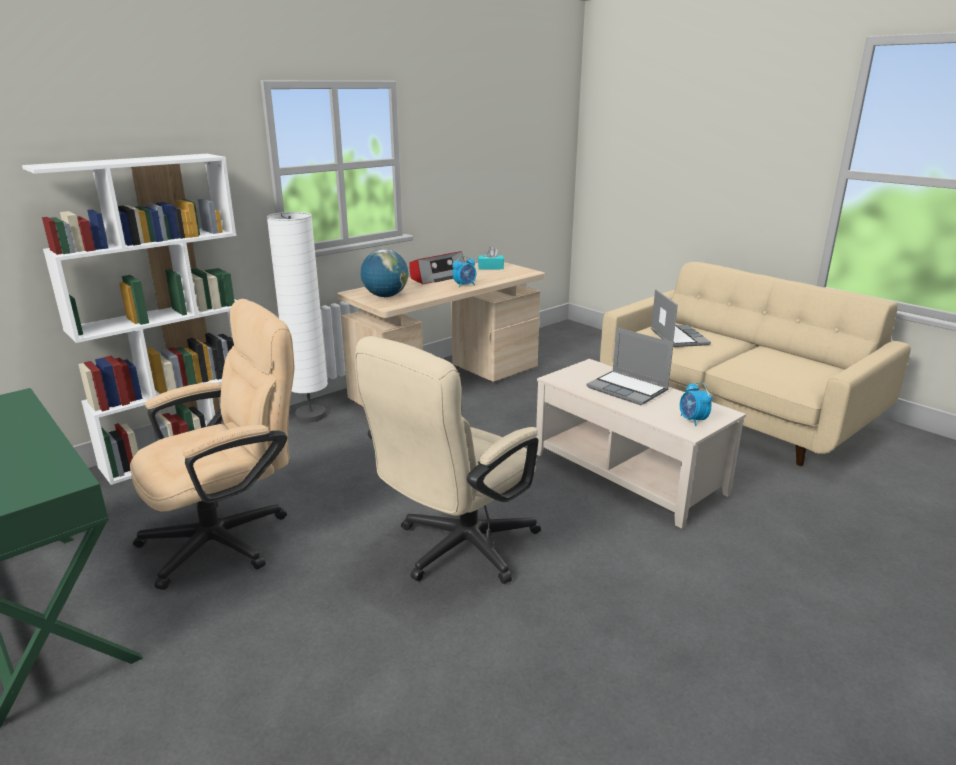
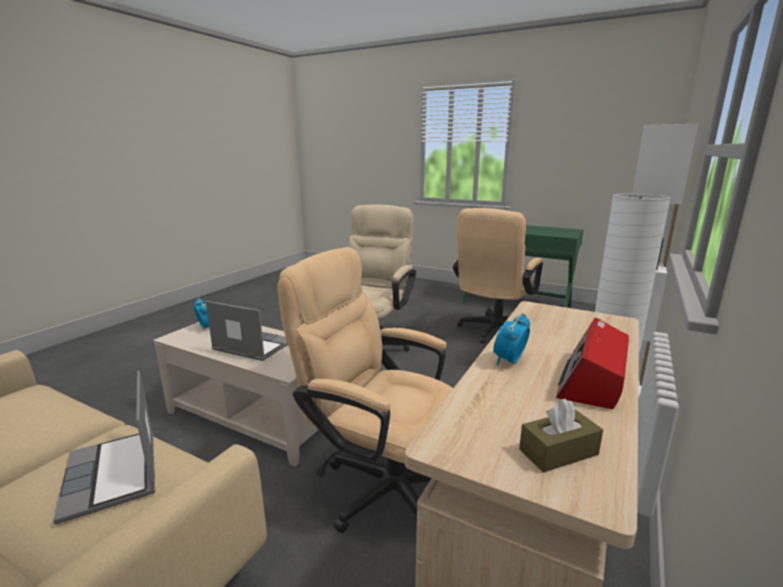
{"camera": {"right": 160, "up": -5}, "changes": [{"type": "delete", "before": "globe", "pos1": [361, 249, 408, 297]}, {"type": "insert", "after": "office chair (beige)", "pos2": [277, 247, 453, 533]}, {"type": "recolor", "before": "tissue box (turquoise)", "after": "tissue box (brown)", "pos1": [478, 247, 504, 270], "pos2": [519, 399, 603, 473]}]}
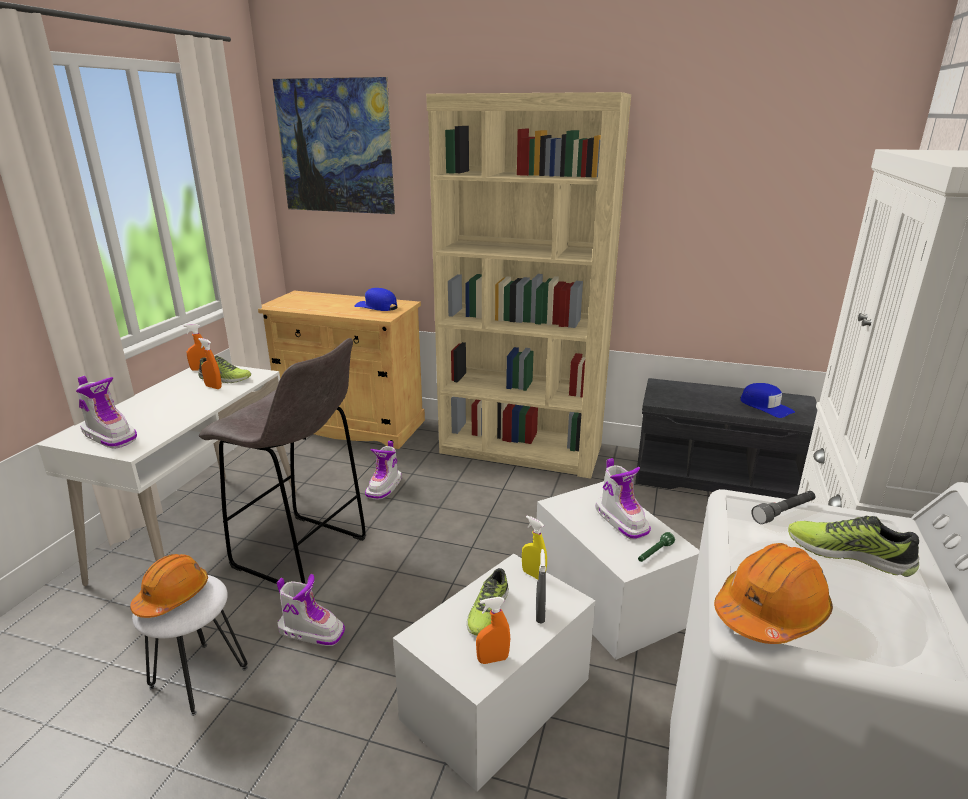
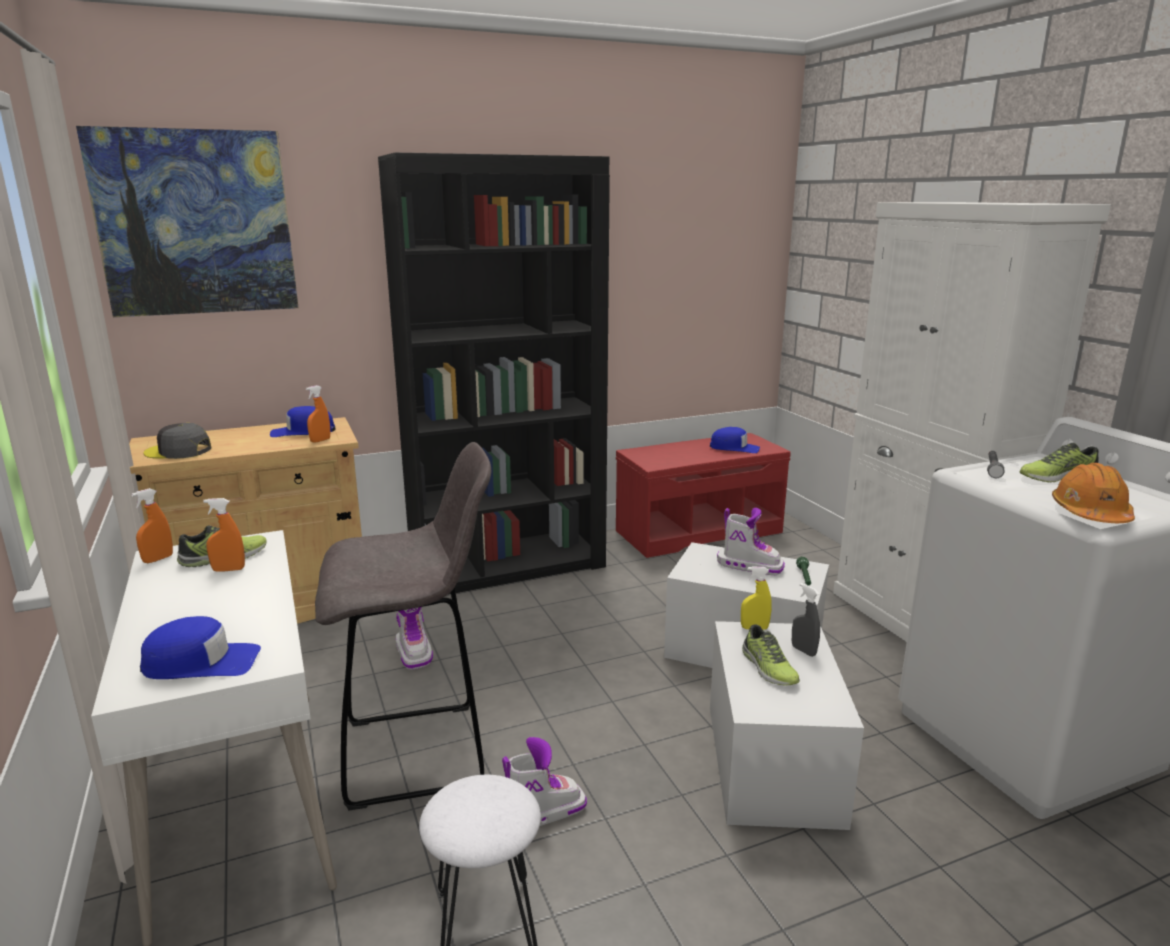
{"camera": {"right": -40, "up": -5}, "changes": [{"type": "delete", "before": "hard hat (orange)", "pos1": [130, 554, 208, 618]}, {"type": "insert", "after": "cap (grey)", "pos2": [143, 423, 212, 459]}, {"type": "move", "before": "spray bottle (orange)", "pos1": [476, 597, 510, 664], "pos2": [306, 385, 330, 443]}, {"type": "replace", "before": "boot", "after": "cap (blue)", "pos1": [76, 376, 137, 449], "pos2": [140, 616, 261, 679]}, {"type": "recolor", "before": "bookcase (beige)", "after": "bookcase (black)", "pos1": [426, 92, 631, 479], "pos2": [378, 153, 610, 595]}, {"type": "recolor", "before": "bench (grey)", "after": "bench (red)", "pos1": [635, 378, 817, 499], "pos2": [616, 433, 791, 558]}]}
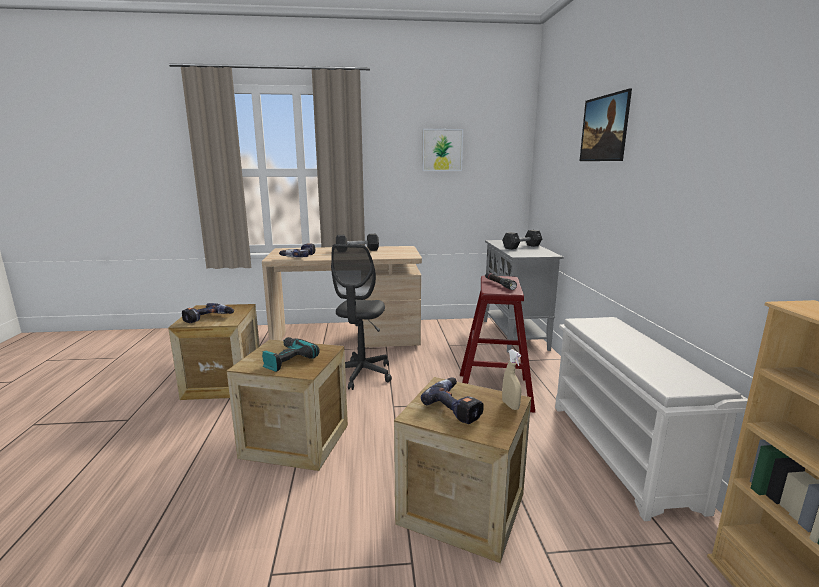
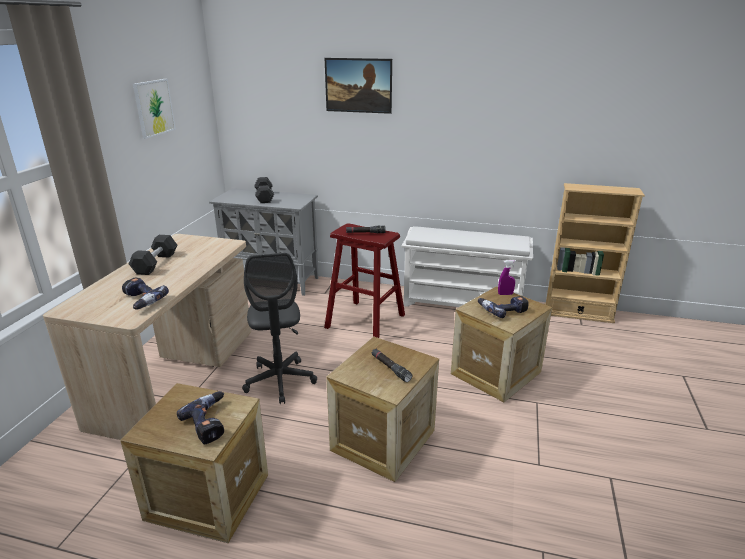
{"camera": {"right": -70, "up": 10}, "changes": [{"type": "replace", "before": "power drill", "after": "flashlight (black)", "pos1": [262, 337, 320, 372], "pos2": [372, 349, 412, 382]}, {"type": "recolor", "before": "spray bottle (beige)", "after": "spray bottle (purple)", "pos1": [502, 349, 521, 410], "pos2": [498, 260, 516, 295]}, {"type": "rotate", "before": "office chair (grey)", "pos1": [331, 244, 392, 390], "pos2": [242, 253, 317, 404], "turn": 45}]}
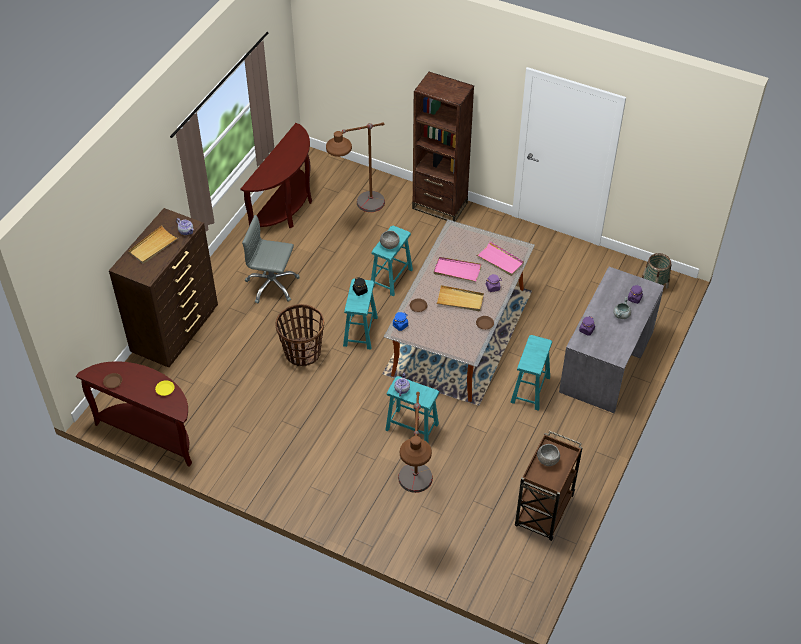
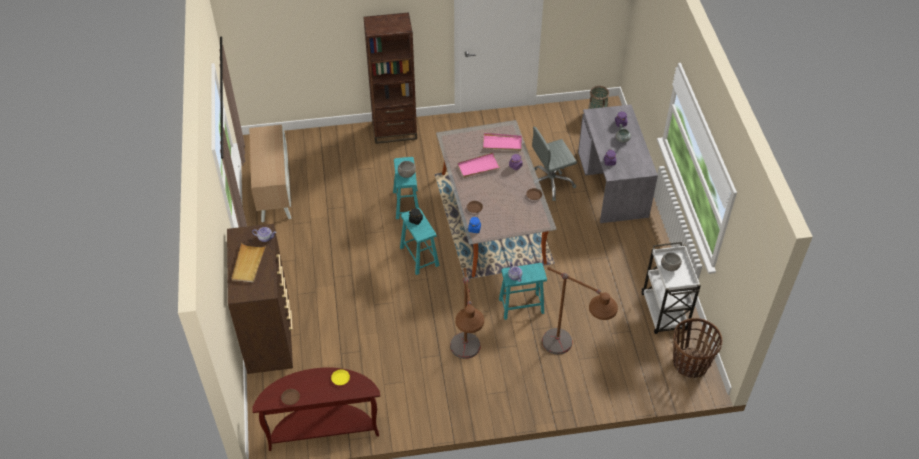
{"camera": {"right": -35, "up": 0}, "changes": [{"type": "delete", "before": "tray (beige)", "pos1": [436, 285, 484, 311]}, {"type": "delete", "before": "stool (turquoise)", "pos1": [510, 335, 552, 411]}, {"type": "move", "before": "office chair (grey)", "pos1": [242, 215, 300, 304], "pos2": [532, 127, 577, 201]}, {"type": "move", "before": "basket", "pos1": [275, 304, 324, 366], "pos2": [673, 318, 723, 378]}, {"type": "move", "before": "floor lamp (brown)", "pos1": [326, 122, 385, 212], "pos2": [450, 268, 484, 359]}, {"type": "replace", "before": "console table (brown)", "after": "cabinet", "pos1": [241, 123, 312, 229], "pos2": [249, 125, 292, 223]}, {"type": "recolor", "before": "cart (brown)", "after": "cart (white)", "pos1": [515, 431, 583, 541], "pos2": [641, 242, 701, 334]}]}
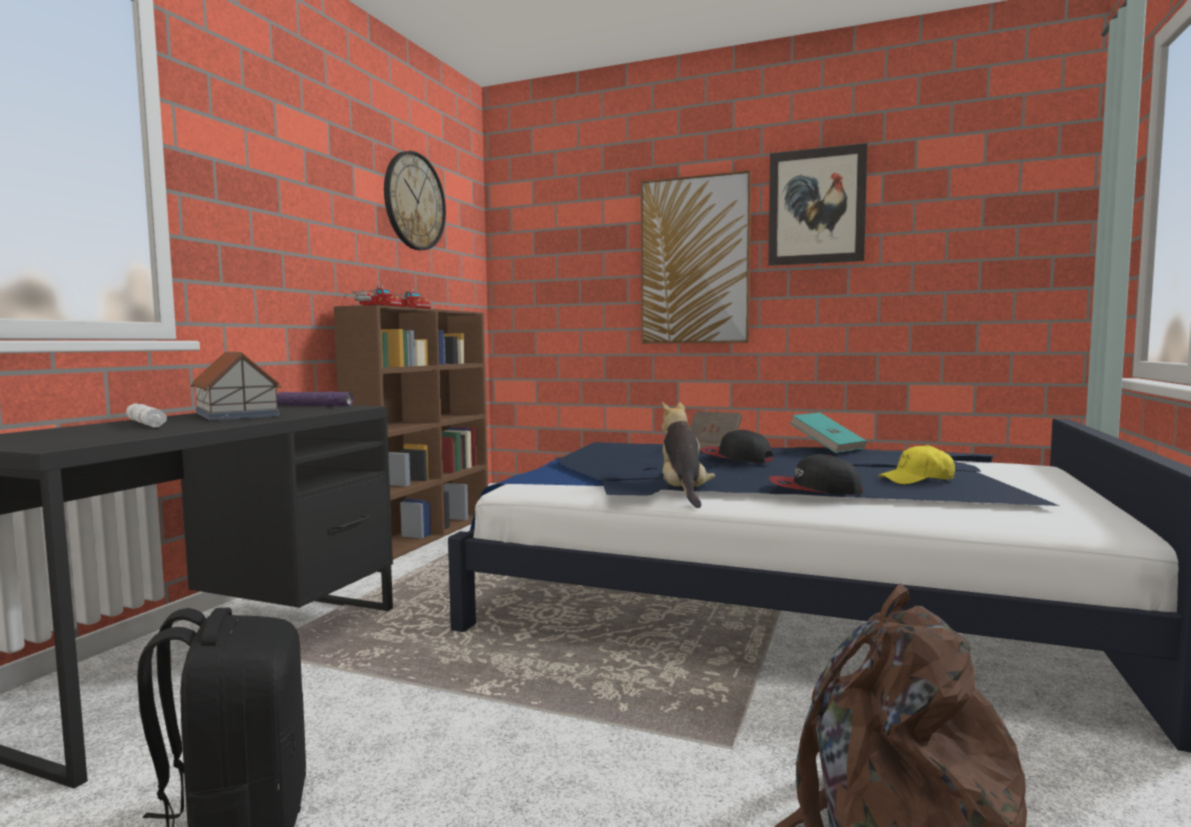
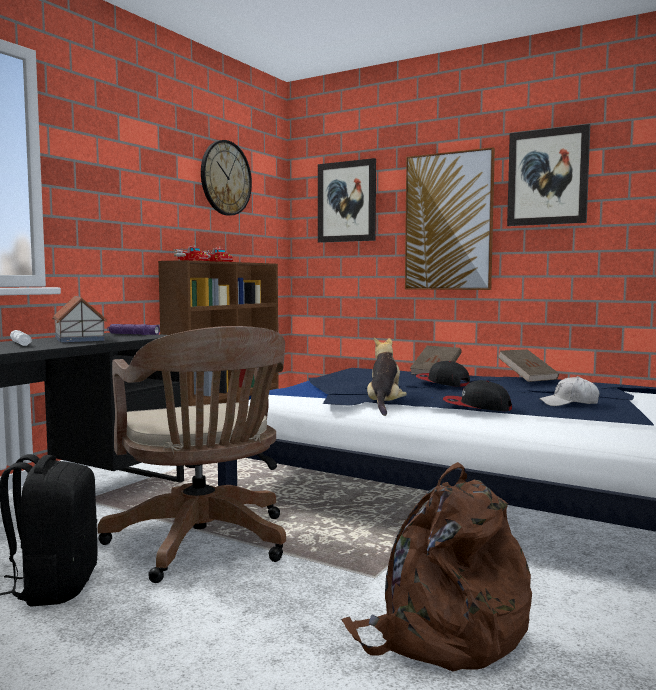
{"camera": {"right": 10, "up": 0}, "changes": [{"type": "insert", "after": "office chair (brown)", "pos2": [98, 326, 286, 583]}, {"type": "insert", "after": "picture", "pos2": [318, 158, 376, 243]}, {"type": "recolor", "before": "book (turquoise)", "after": "book (brown)", "pos1": [790, 413, 867, 453], "pos2": [498, 349, 559, 382]}, {"type": "recolor", "before": "cap (yellow)", "after": "cap (white)", "pos1": [878, 445, 955, 484], "pos2": [539, 376, 599, 406]}]}
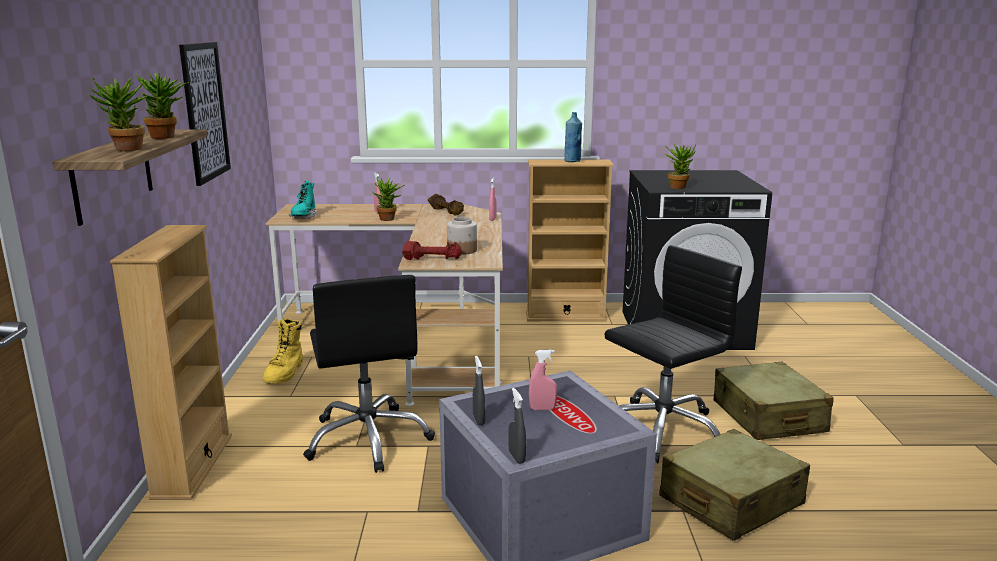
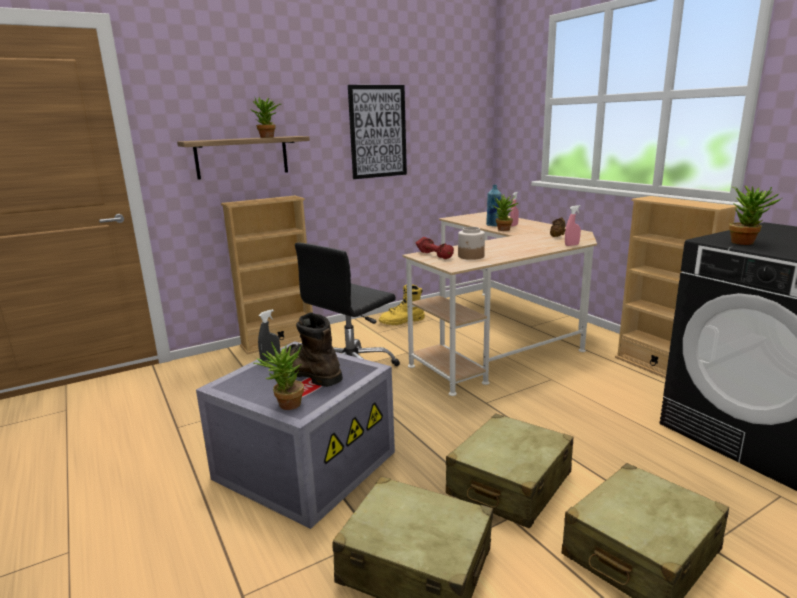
{"camera": {"right": 60, "up": 0}, "changes": [{"type": "delete", "before": "boot (turquoise)", "pos1": [289, 181, 317, 219]}, {"type": "delete", "before": "spray bottle (grey)", "pos1": [508, 388, 526, 464]}, {"type": "move", "before": "potted plant", "pos1": [88, 77, 147, 151], "pos2": [254, 342, 304, 410]}, {"type": "move", "before": "bottle (blue)", "pos1": [564, 112, 582, 162], "pos2": [486, 185, 501, 226]}, {"type": "replace", "before": "spray bottle (pink)", "after": "boot (brown)", "pos1": [529, 350, 557, 410], "pos2": [279, 312, 343, 387]}, {"type": "replace", "before": "office chair (black)", "after": "suitcase (beige)", "pos1": [605, 245, 742, 463], "pos2": [446, 414, 573, 528]}]}
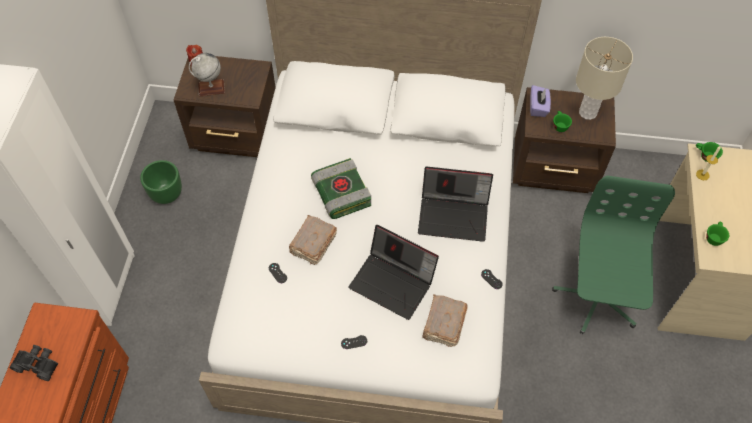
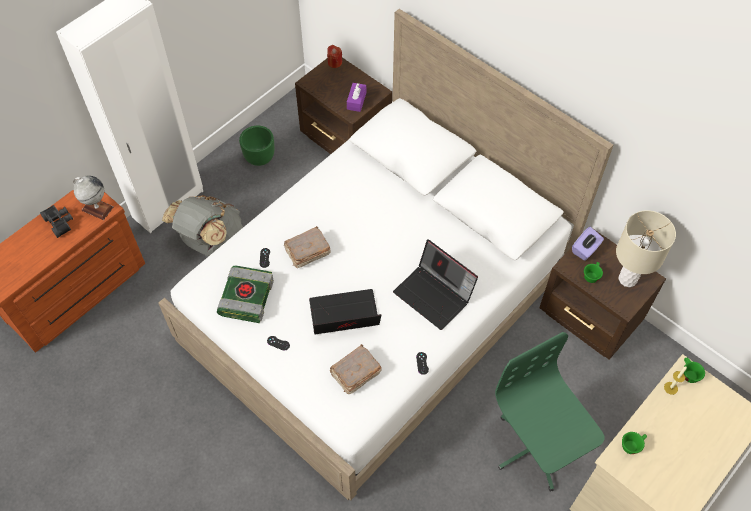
{"camera": {"right": 35, "up": 0}, "changes": [{"type": "insert", "after": "backpack (grey)", "pos2": [162, 195, 243, 256]}, {"type": "insert", "after": "tissue box (purple)", "pos2": [347, 83, 366, 112]}, {"type": "move", "before": "globe", "pos1": [189, 53, 225, 97], "pos2": [73, 176, 114, 220]}, {"type": "move", "before": "book", "pos1": [311, 158, 371, 219], "pos2": [217, 266, 274, 323]}, {"type": "rotate", "before": "laptop", "pos1": [348, 225, 439, 320], "pos2": [309, 289, 382, 334], "turn": 105}, {"type": "rotate", "before": "office chair (green)", "pos1": [552, 175, 675, 334], "pos2": [495, 332, 605, 492], "turn": -75}]}
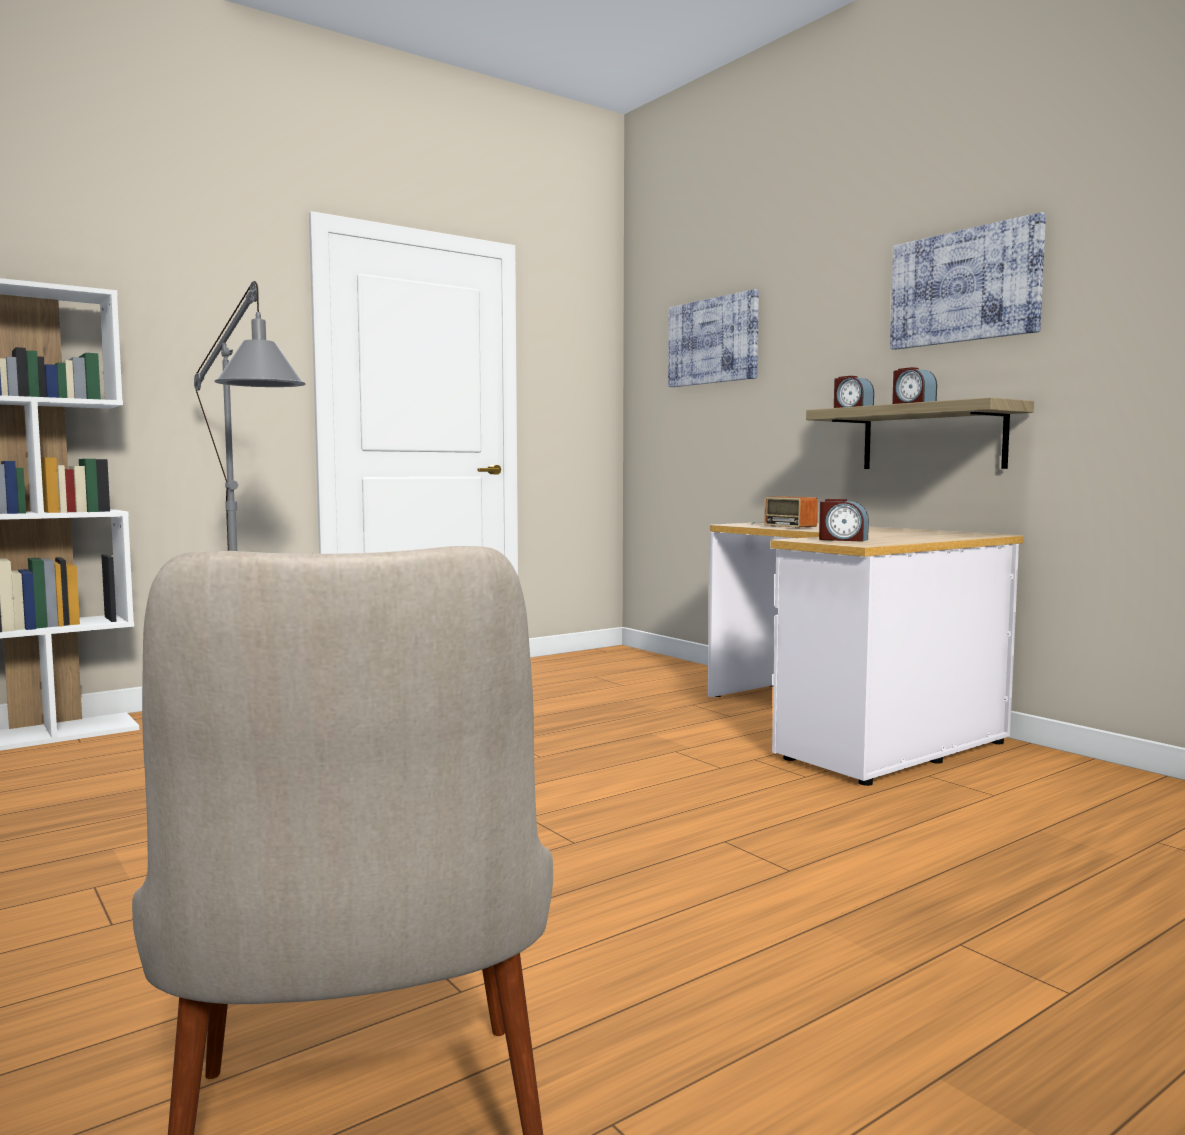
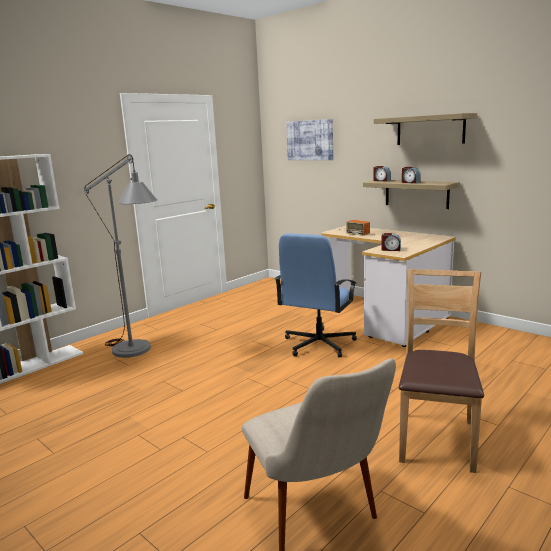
{"camera": {"right": -10, "up": 10}, "changes": [{"type": "insert", "after": "office chair (blue)", "pos2": [275, 233, 357, 357]}, {"type": "insert", "after": "chair (brown)", "pos2": [399, 269, 484, 473]}, {"type": "replace", "before": "picture", "after": "shelf", "pos1": [890, 212, 1046, 350], "pos2": [374, 113, 477, 145]}]}
